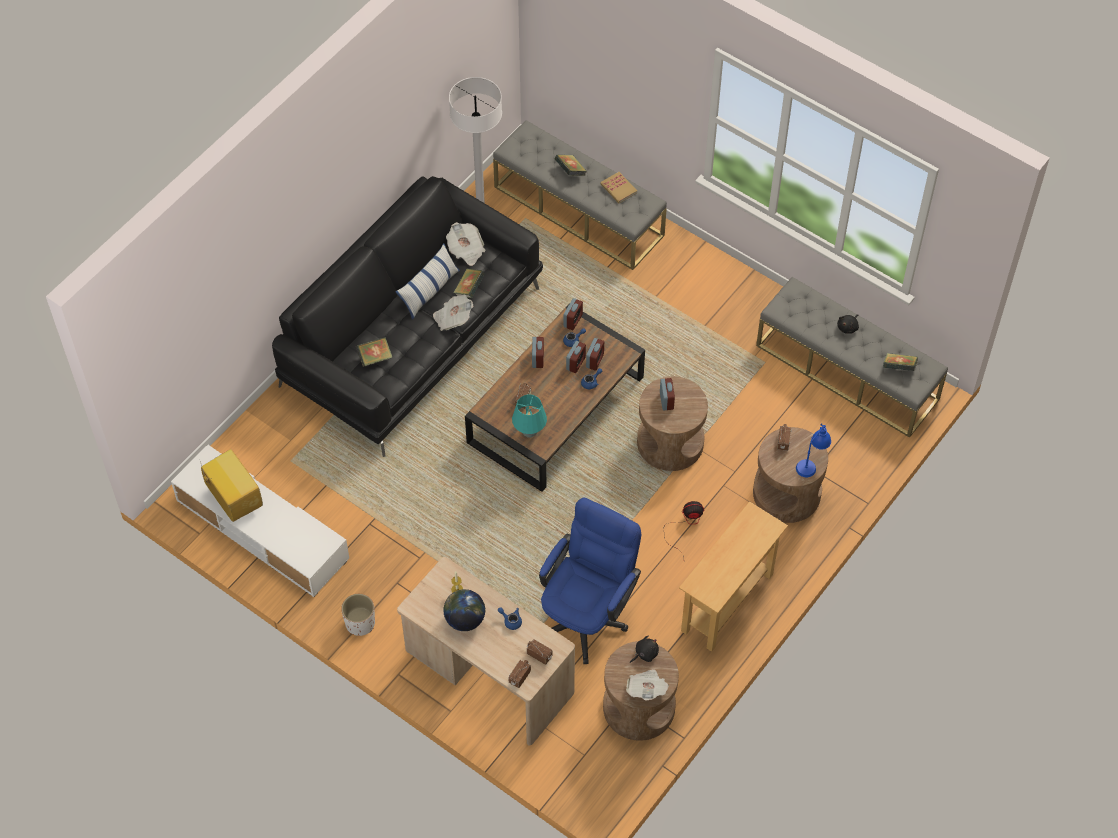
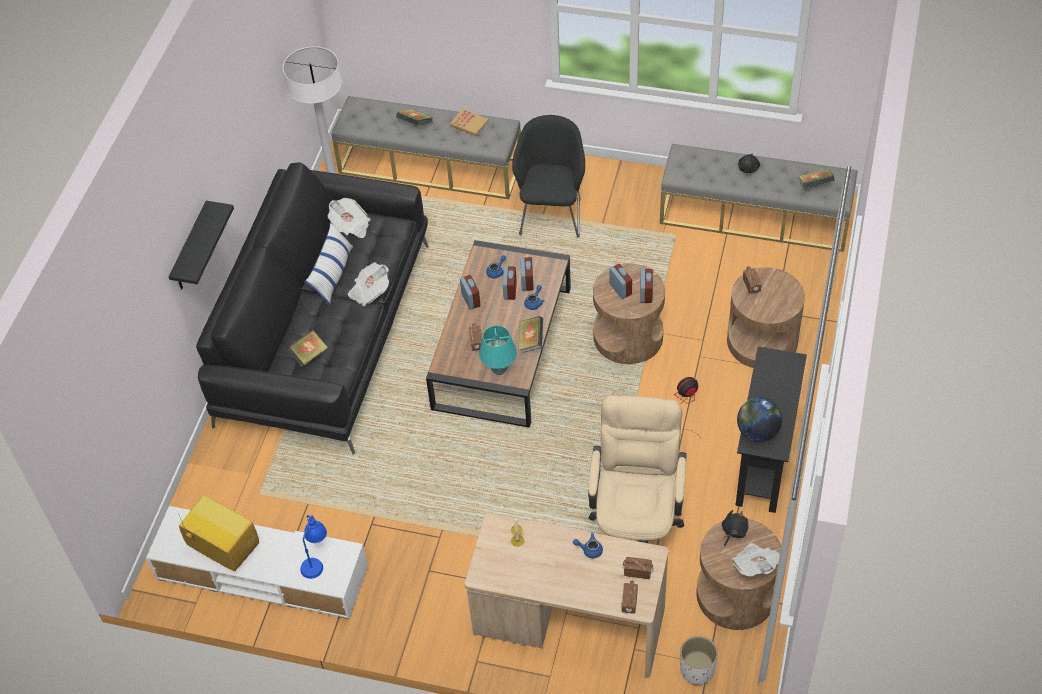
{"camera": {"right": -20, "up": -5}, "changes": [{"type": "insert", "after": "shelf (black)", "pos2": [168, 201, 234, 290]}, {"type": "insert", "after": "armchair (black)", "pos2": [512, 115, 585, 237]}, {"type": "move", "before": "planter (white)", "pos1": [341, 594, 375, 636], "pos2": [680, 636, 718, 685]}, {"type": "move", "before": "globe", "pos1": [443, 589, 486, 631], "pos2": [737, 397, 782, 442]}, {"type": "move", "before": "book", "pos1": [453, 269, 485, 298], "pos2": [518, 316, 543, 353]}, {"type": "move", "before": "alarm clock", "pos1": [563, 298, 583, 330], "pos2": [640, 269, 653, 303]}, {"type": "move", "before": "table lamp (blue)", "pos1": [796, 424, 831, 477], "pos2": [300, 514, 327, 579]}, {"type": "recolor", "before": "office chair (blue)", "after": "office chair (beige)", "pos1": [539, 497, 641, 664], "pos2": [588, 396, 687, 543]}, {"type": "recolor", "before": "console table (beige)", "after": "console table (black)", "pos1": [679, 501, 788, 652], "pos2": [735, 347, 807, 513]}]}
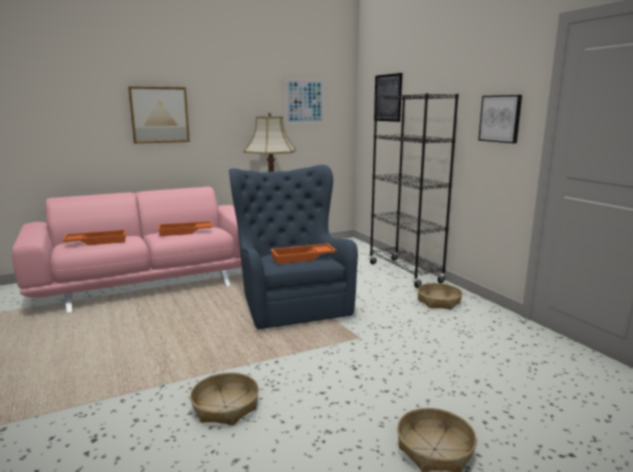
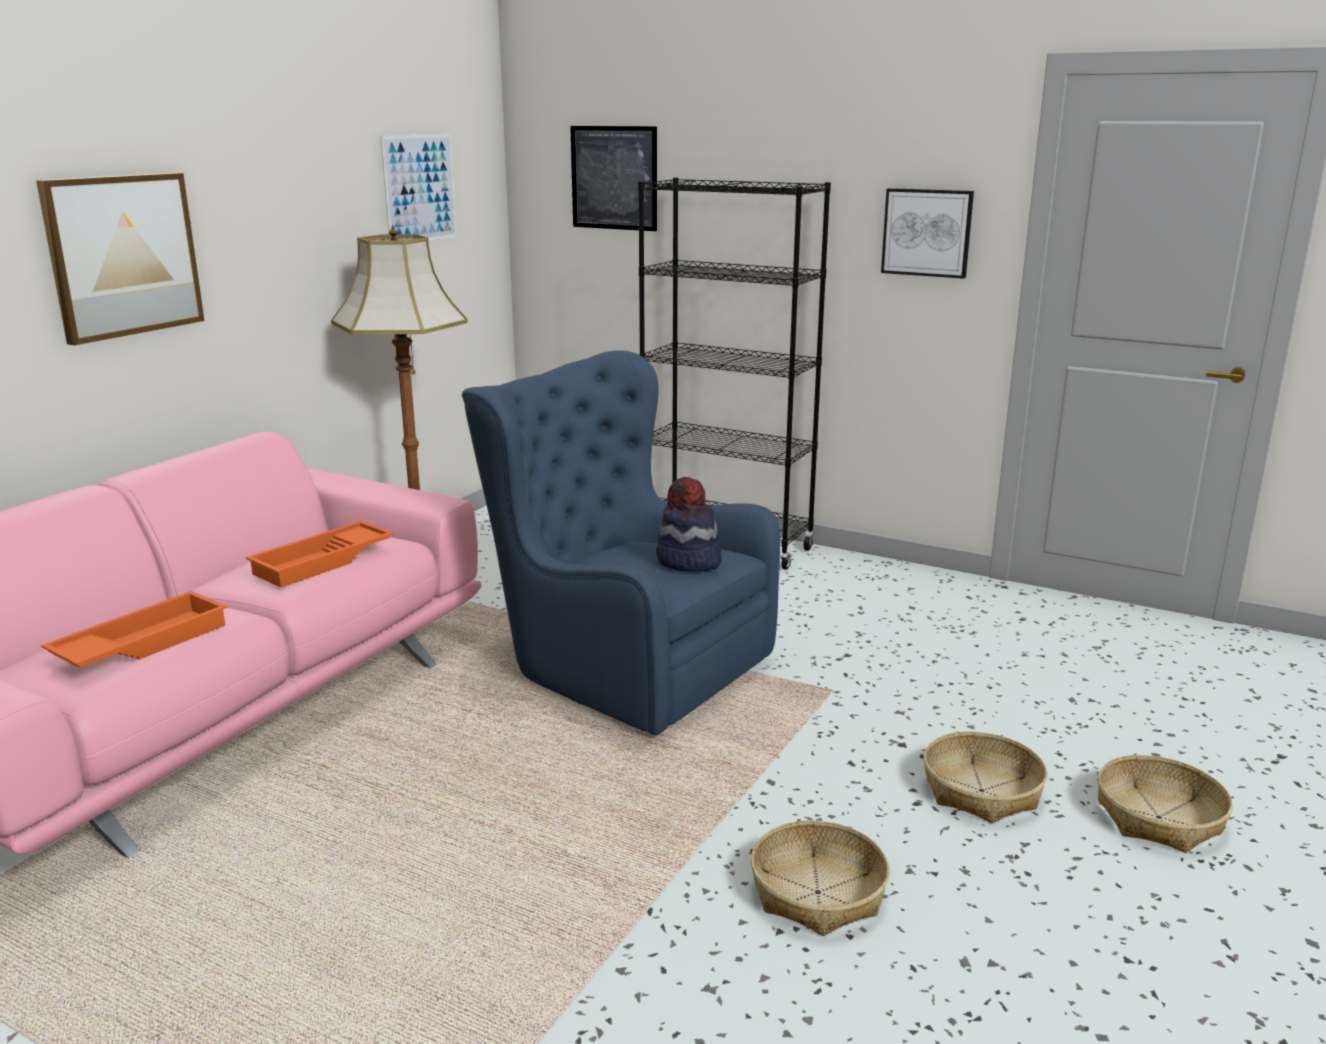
{"camera": {"right": -35, "up": 5}, "changes": [{"type": "move", "before": "basket", "pos1": [417, 283, 463, 310], "pos2": [923, 732, 1047, 823]}, {"type": "replace", "before": "tray (orange)", "after": "hat", "pos1": [270, 243, 337, 264], "pos2": [656, 477, 722, 572]}]}
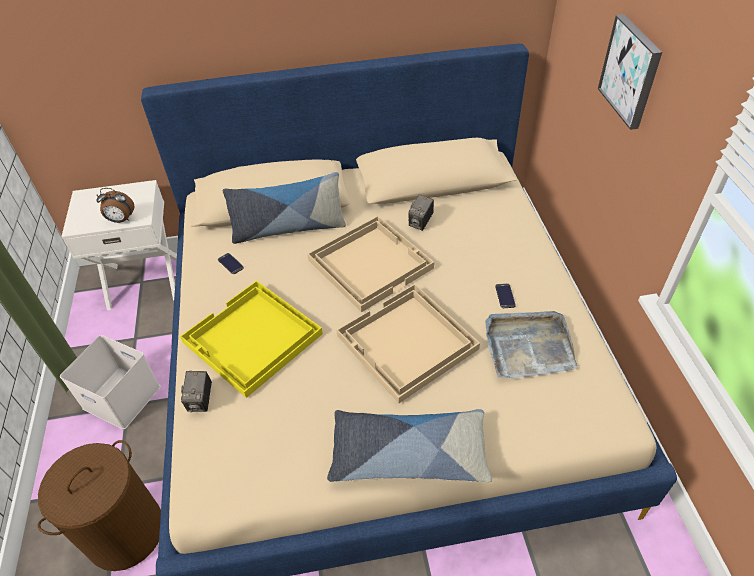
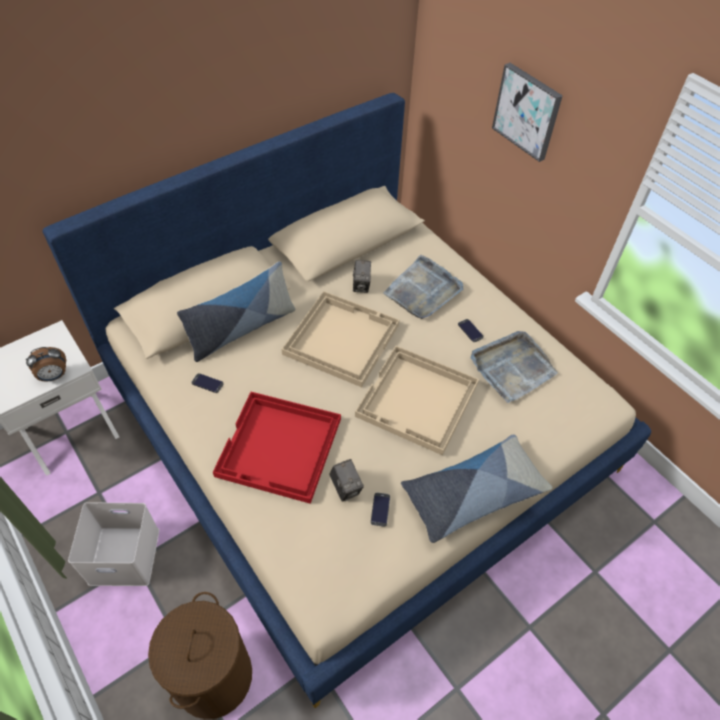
{"camera": {"right": -30, "up": 5}, "changes": [{"type": "insert", "after": "phone", "pos2": [371, 493, 390, 527]}, {"type": "insert", "after": "tray (grey)", "pos2": [383, 255, 464, 319]}, {"type": "move", "before": "photo camera", "pos1": [181, 371, 212, 412], "pos2": [330, 459, 364, 502]}, {"type": "recolor", "before": "tray (yellow)", "after": "tray (red)", "pos1": [180, 280, 323, 398], "pos2": [213, 392, 341, 504]}]}
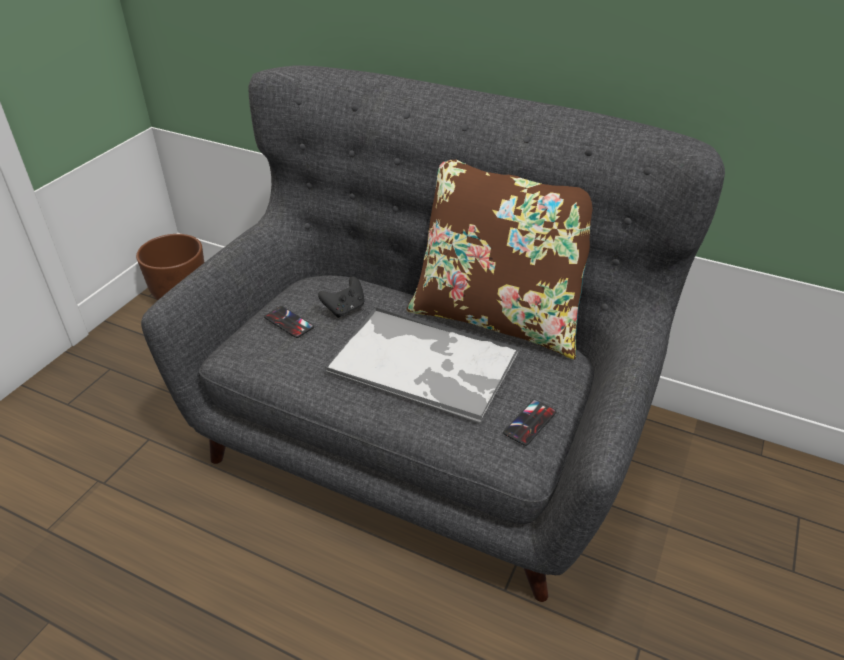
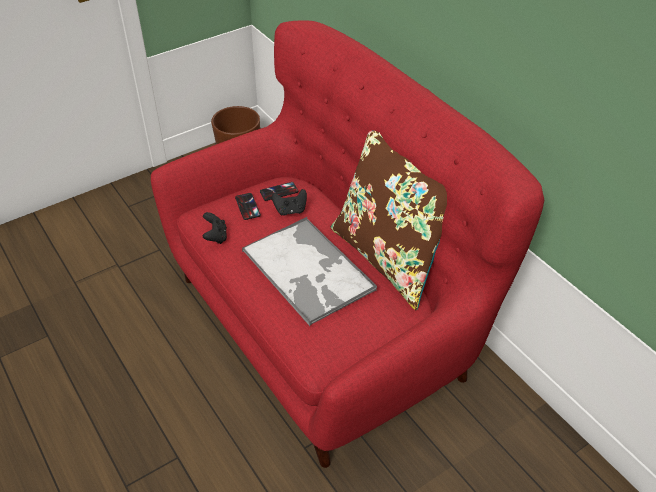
{"camera": {"right": 30, "up": 5}, "changes": [{"type": "insert", "after": "game controller (black)", "pos2": [202, 212, 227, 244]}, {"type": "move", "before": "phone", "pos1": [503, 399, 556, 446], "pos2": [260, 182, 298, 201]}, {"type": "recolor", "before": "sofa (grey)", "after": "sofa (red)", "pos1": [141, 65, 725, 602], "pos2": [151, 20, 544, 468]}]}
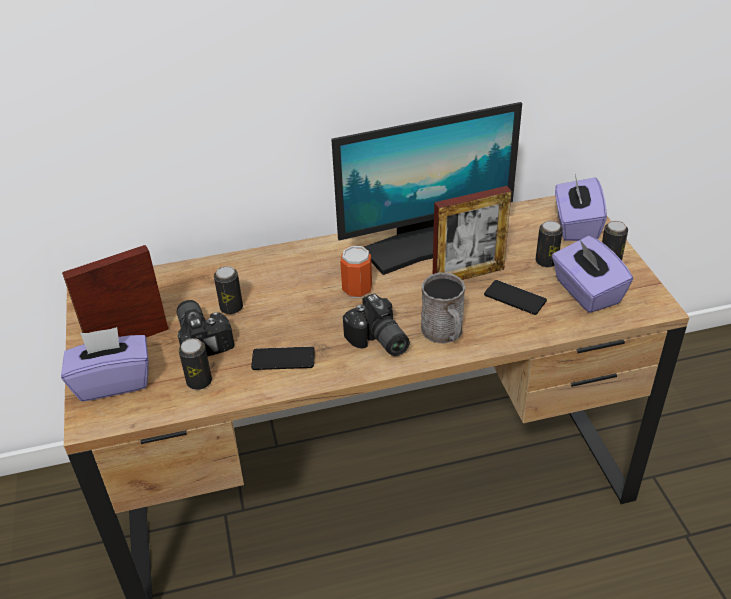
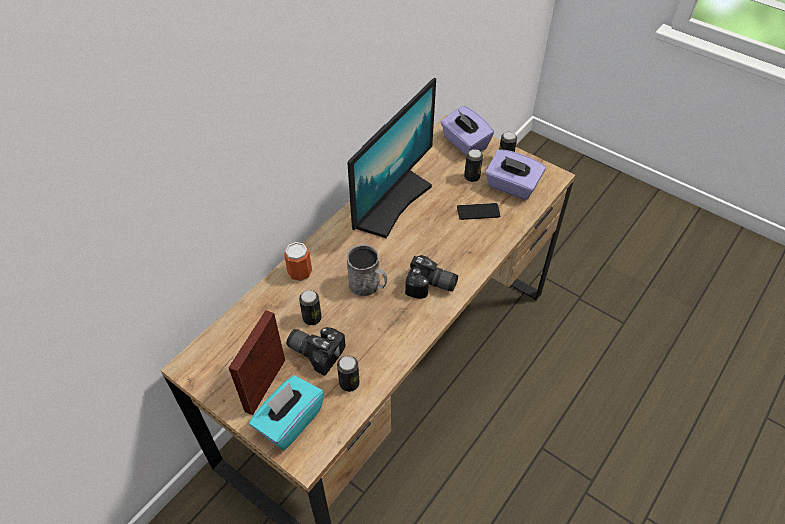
{"camera": {"right": -40, "up": 10}, "changes": [{"type": "delete", "before": "phone", "pos1": [251, 347, 315, 370]}, {"type": "delete", "before": "picture frame", "pos1": [433, 186, 512, 280]}, {"type": "move", "before": "can", "pos1": [340, 246, 372, 298], "pos2": [284, 242, 312, 281]}, {"type": "move", "before": "mug (grey)", "pos1": [421, 273, 465, 343], "pos2": [347, 244, 387, 296]}, {"type": "recolor", "before": "tissue box (purple)", "after": "tissue box (turquoise)", "pos1": [61, 327, 149, 402], "pos2": [249, 375, 324, 450]}]}
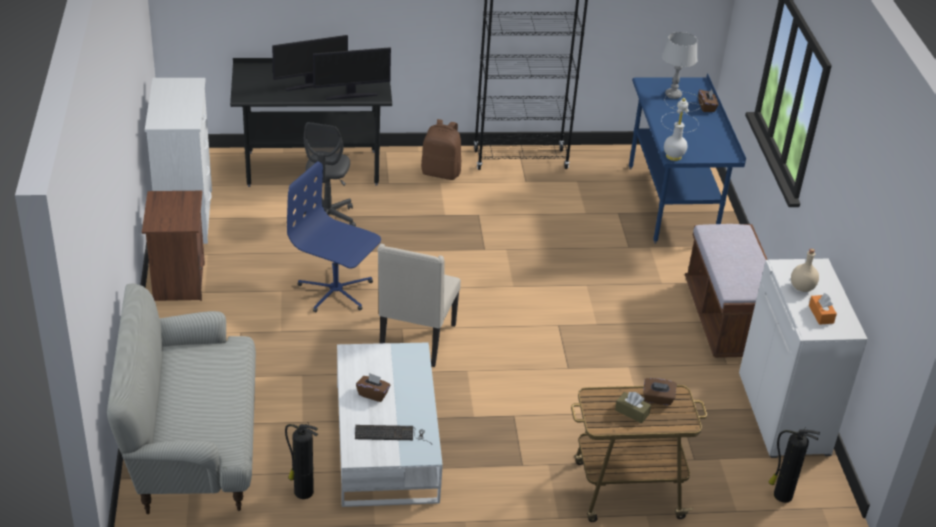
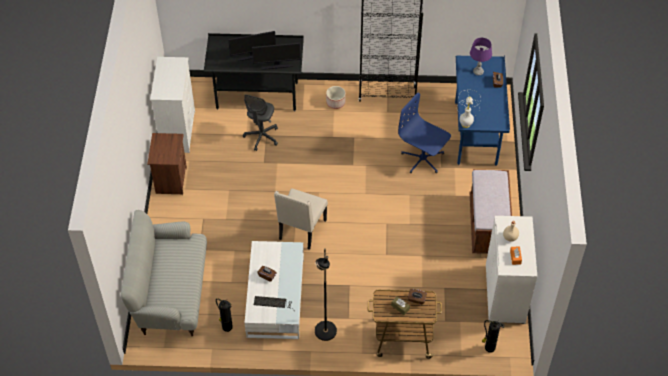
{"camera": {"right": 10, "up": 15}, "changes": [{"type": "insert", "after": "floor lamp (black)", "pos2": [315, 248, 337, 341]}, {"type": "move", "before": "office chair (blue)", "pos1": [287, 161, 381, 312], "pos2": [398, 93, 451, 173]}, {"type": "replace", "before": "backpack (brown)", "after": "planter", "pos1": [421, 119, 461, 180], "pos2": [326, 86, 346, 109]}, {"type": "recolor", "before": "table lamp (grey)", "after": "table lamp (purple)", "pos1": [662, 32, 698, 99], "pos2": [470, 38, 492, 75]}]}
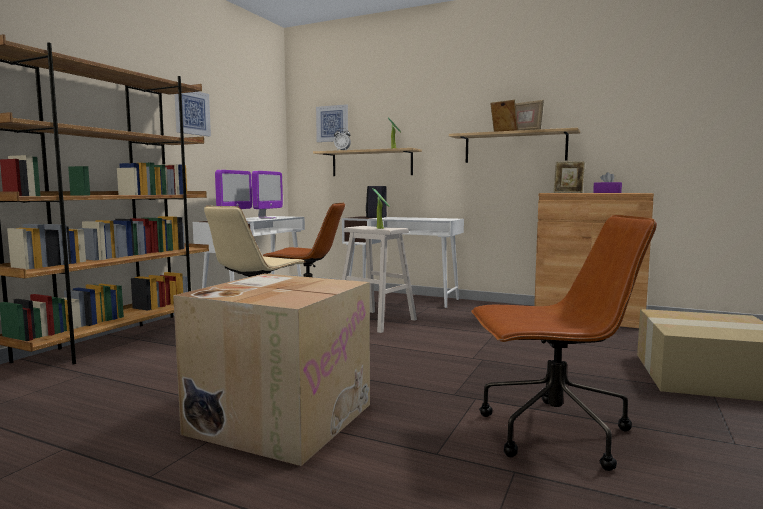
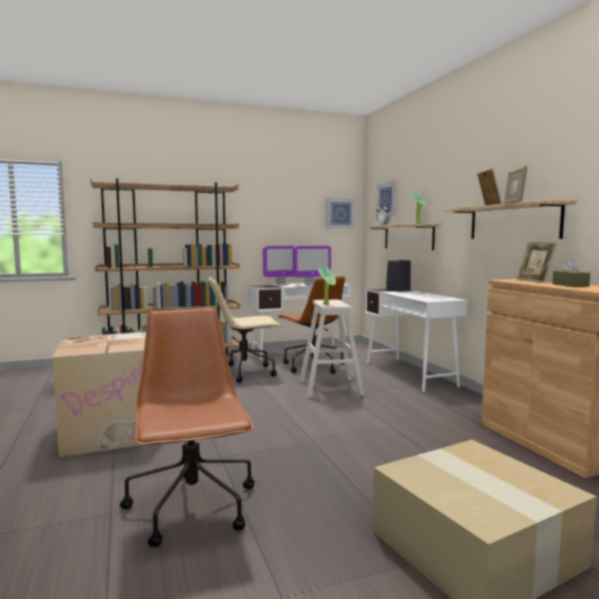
{"camera": {"right": 45, "up": 0}, "changes": [{"type": "move", "before": "picture", "pos1": [175, 92, 211, 136], "pos2": [326, 198, 355, 229]}, {"type": "recolor", "before": "tissue box (purple)", "after": "tissue box (brown)", "pos1": [593, 172, 622, 193], "pos2": [552, 258, 590, 287]}, {"type": "rotate", "before": "office chair (brown)", "pos1": [471, 215, 657, 471], "pos2": [120, 307, 255, 547], "turn": -150}]}
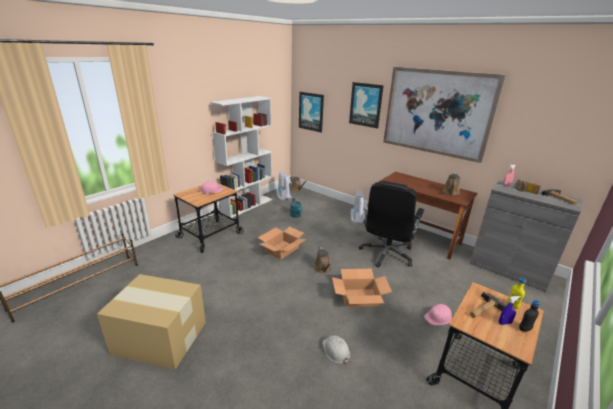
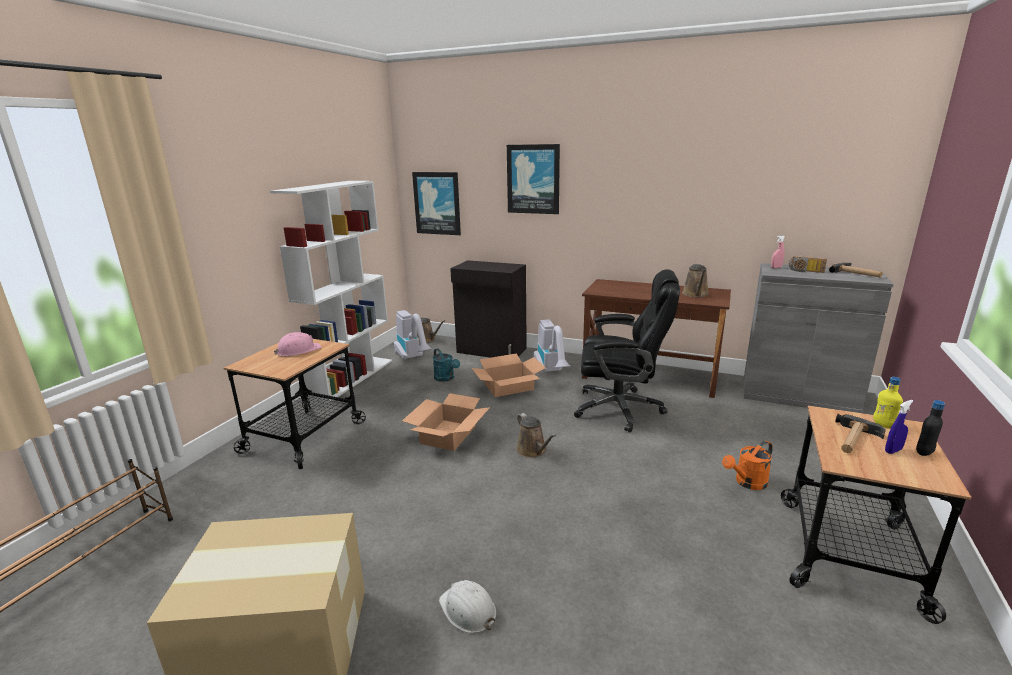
{"camera": {"right": -15, "up": -5}, "changes": [{"type": "delete", "before": "picture", "pos1": [383, 67, 506, 163]}, {"type": "insert", "after": "cabinet (black)", "pos2": [450, 260, 527, 358]}, {"type": "move", "before": "hard hat (white)", "pos1": [322, 335, 350, 364], "pos2": [439, 580, 496, 633]}, {"type": "move", "before": "cardboard box", "pos1": [332, 269, 392, 307], "pos2": [472, 353, 546, 397]}, {"type": "replace", "before": "hard hat (pink)", "after": "watering can (orange)", "pos1": [424, 304, 452, 325], "pos2": [722, 441, 773, 490]}, {"type": "rotate", "before": "office chair (black)", "pos1": [359, 181, 424, 267], "pos2": [574, 269, 680, 432], "turn": -90}]}
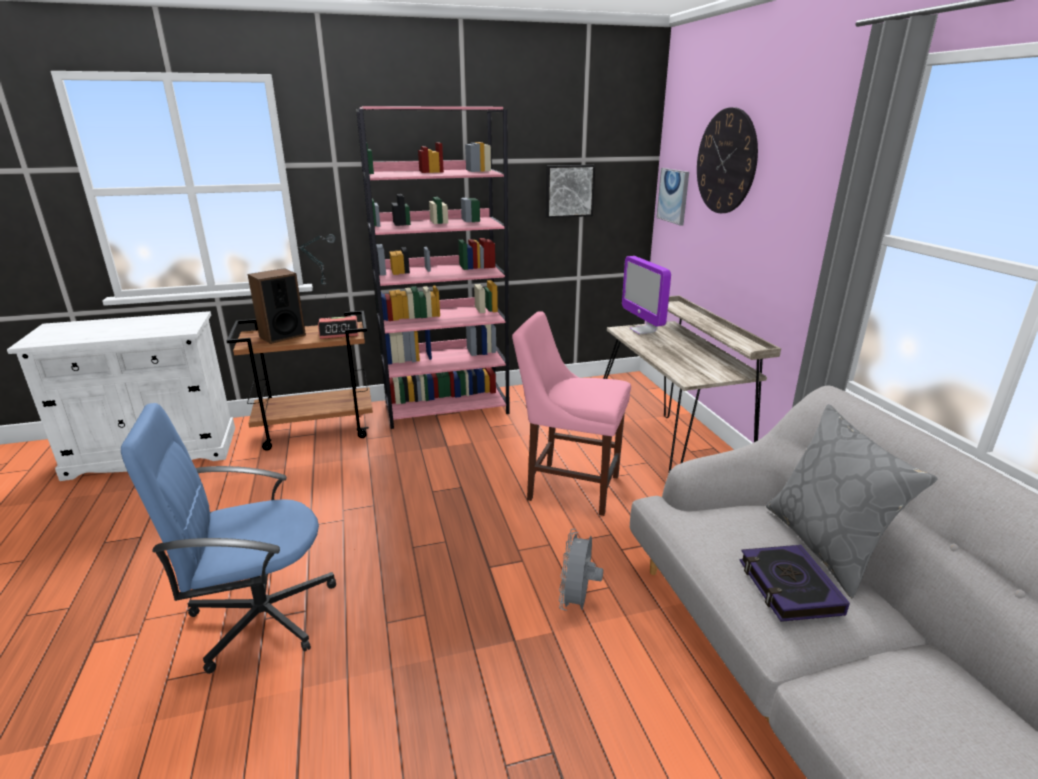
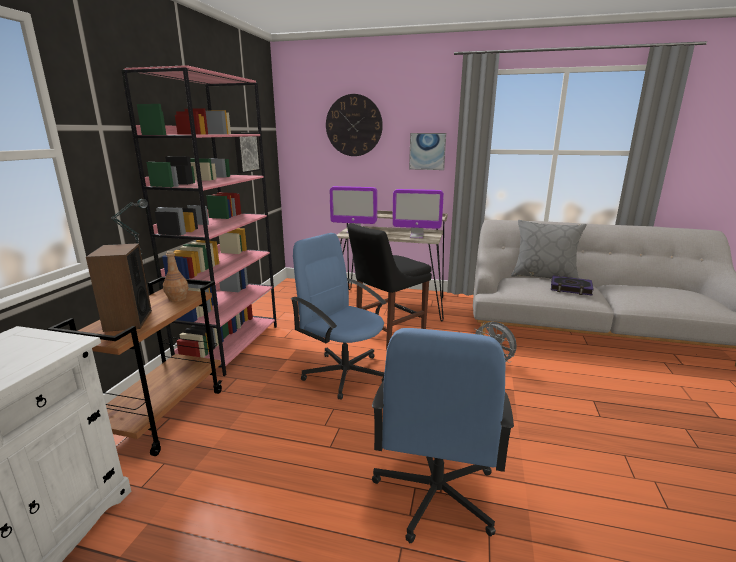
{"camera": {"right": -60, "up": -5}, "changes": [{"type": "insert", "after": "office chair (blue)", "pos2": [290, 233, 386, 400]}, {"type": "insert", "after": "monitor", "pos2": [392, 189, 444, 238]}, {"type": "move", "before": "picture", "pos1": [656, 168, 689, 226], "pos2": [409, 133, 446, 170]}, {"type": "replace", "before": "alarm clock", "after": "bottle (brown)", "pos1": [318, 316, 358, 339], "pos2": [163, 251, 189, 302]}, {"type": "recolor", "before": "chair (pink)", "after": "chair (black)", "pos1": [512, 311, 631, 516], "pos2": [347, 223, 432, 349]}]}
